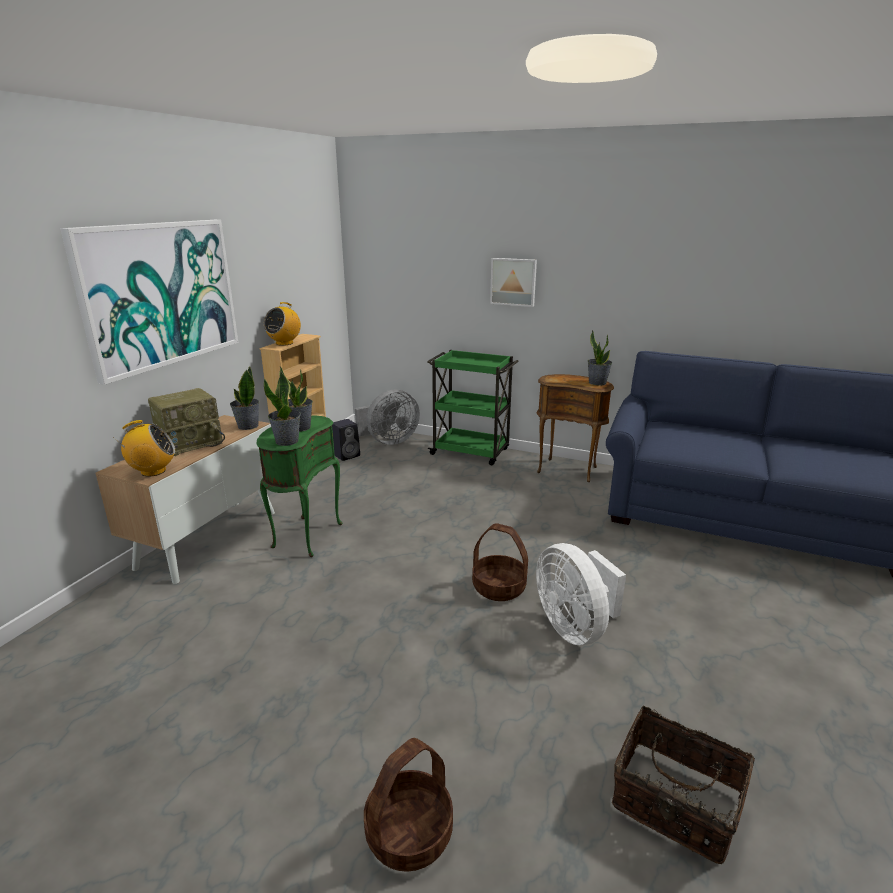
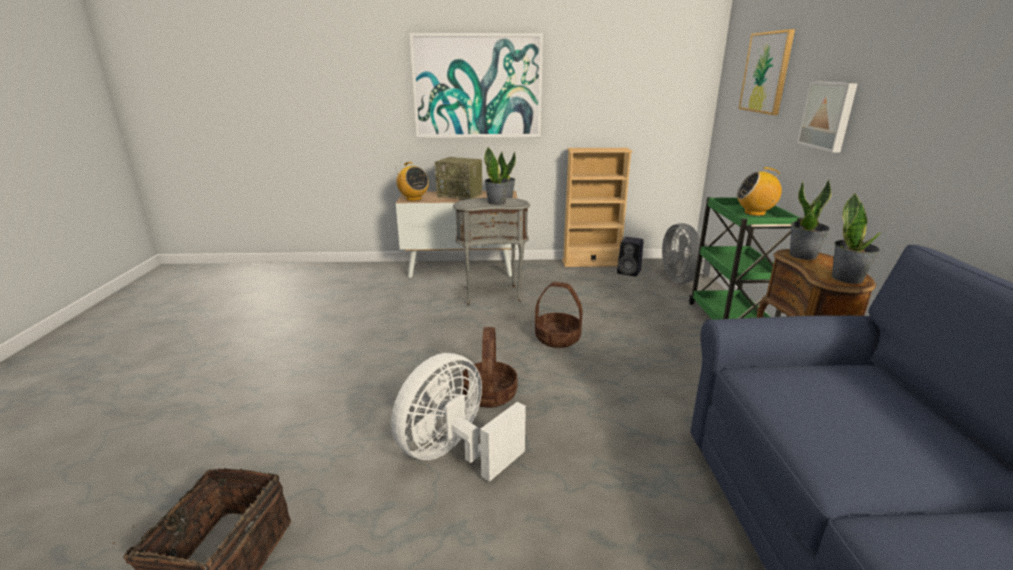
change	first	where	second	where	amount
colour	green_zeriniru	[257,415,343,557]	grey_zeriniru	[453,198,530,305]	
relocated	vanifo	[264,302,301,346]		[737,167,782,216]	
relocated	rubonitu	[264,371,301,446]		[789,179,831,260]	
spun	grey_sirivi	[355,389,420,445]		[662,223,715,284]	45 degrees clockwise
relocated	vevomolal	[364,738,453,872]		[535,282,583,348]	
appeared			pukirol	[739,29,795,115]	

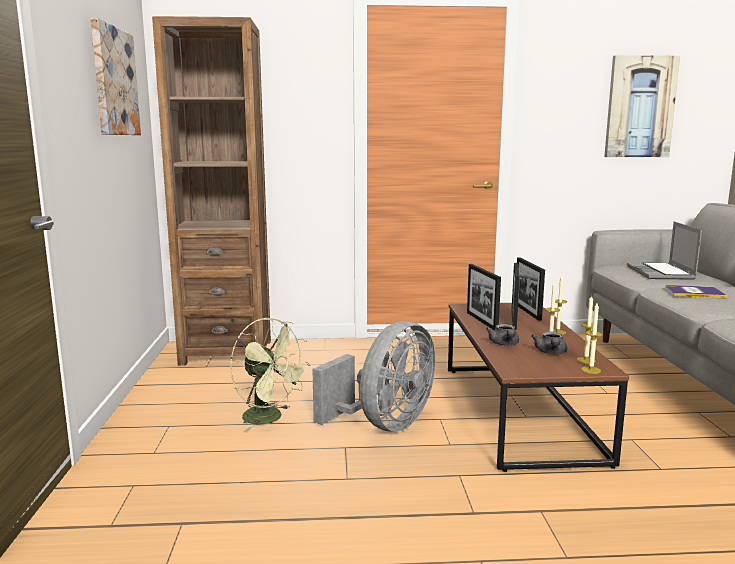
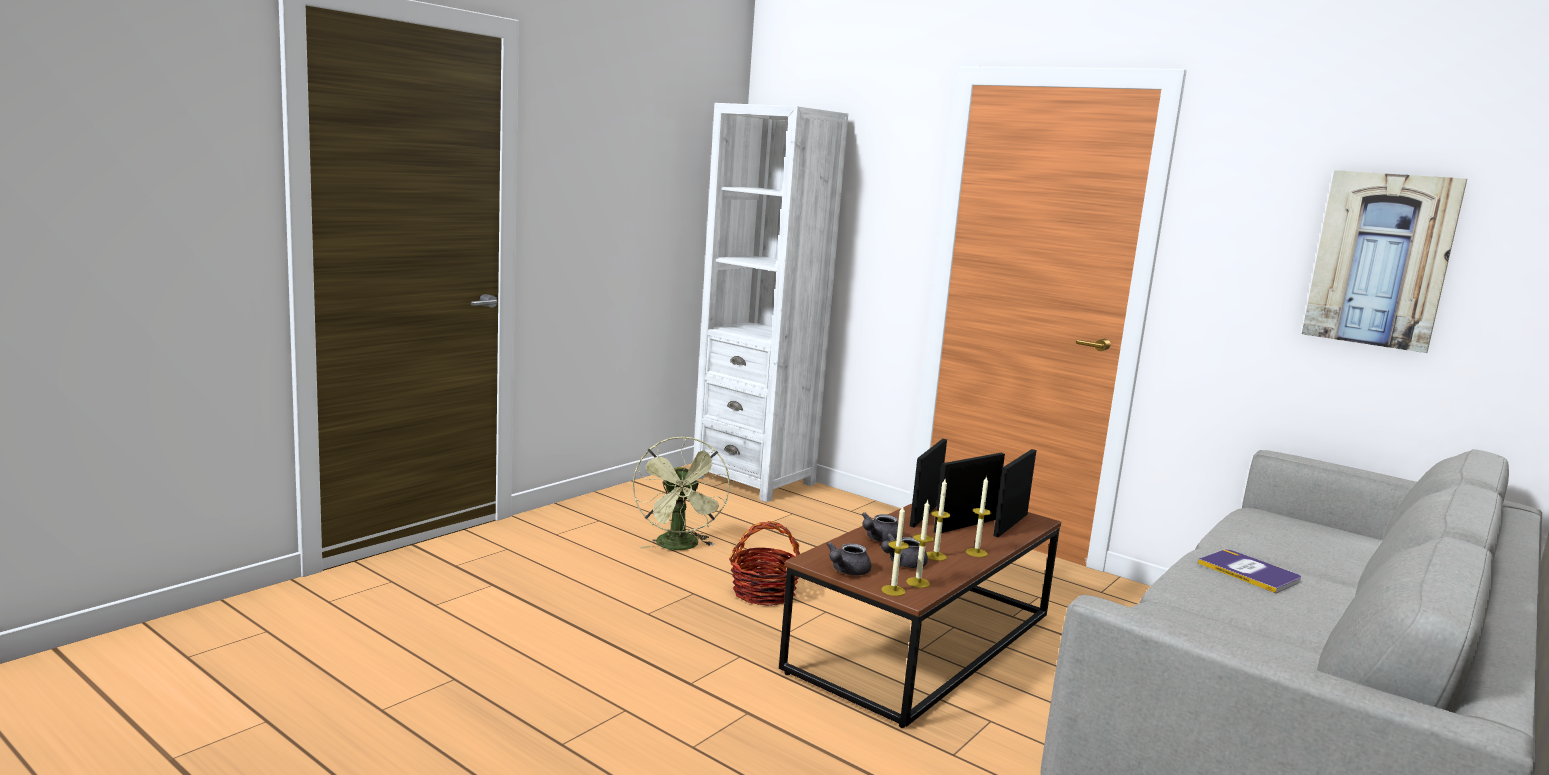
change	first	where	second	where	amount
missing	pukirol	[91,18,141,135]			
colour	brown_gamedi	[152,16,271,366]	white_gamedi	[693,103,848,502]	
exchanged	grey_sirivi	[312,321,436,432]	vevomolal	[729,521,800,606]	
missing	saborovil	[627,222,702,280]			
appeared			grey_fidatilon	[827,542,871,575]	

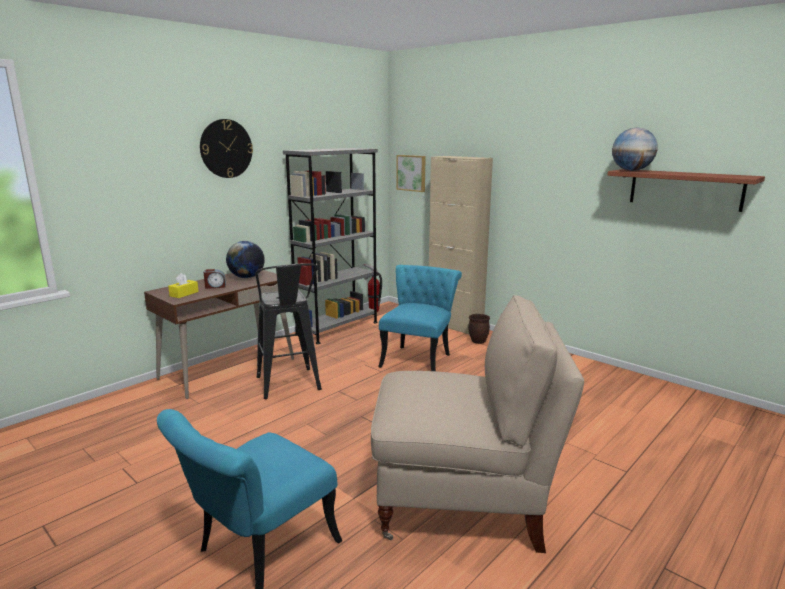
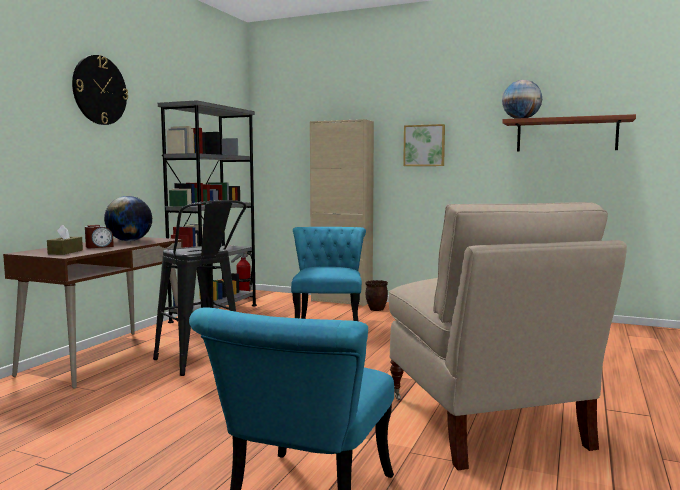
change	first	where	second	where	amount
colour	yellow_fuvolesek	[168,273,199,298]	brown_fuvolesek	[47,225,83,255]	
spun	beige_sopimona	[371,295,584,553]		[389,202,627,470]	90 degrees clockwise
relocated	pukirol	[396,155,426,192]		[403,124,445,166]	

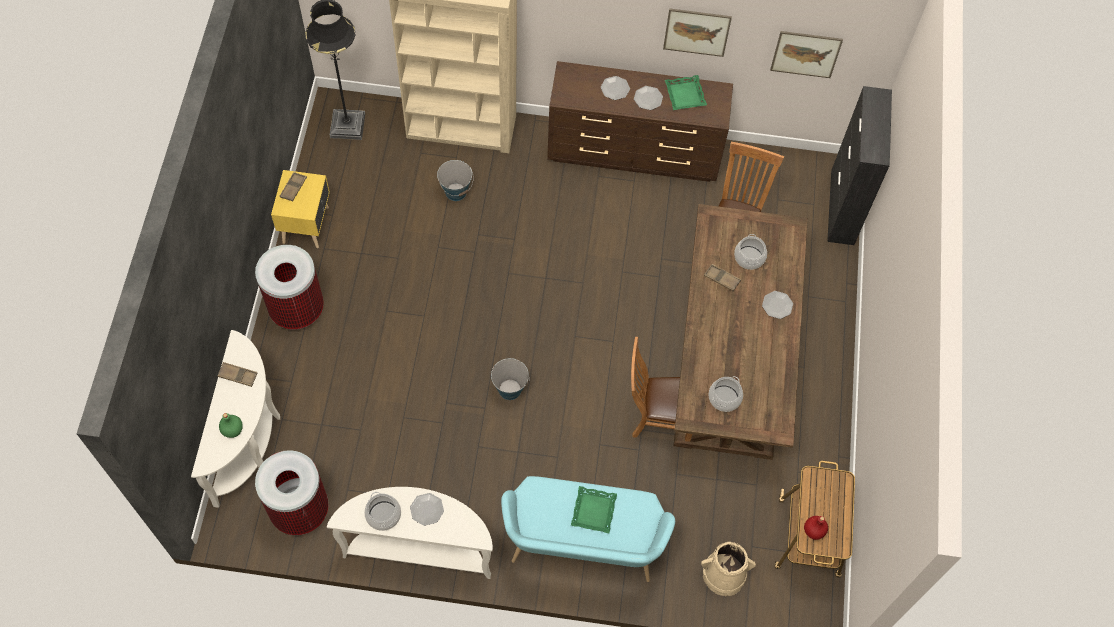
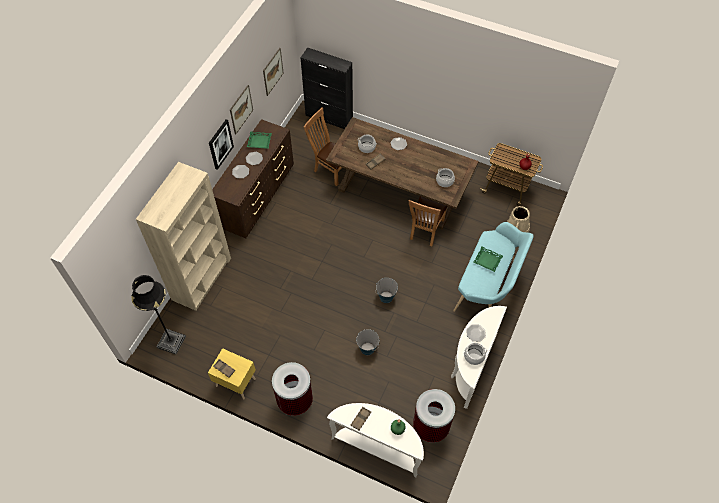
change	first	where	second	where	amount
relocated	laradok	[437,160,474,201]		[356,329,379,355]	
appeared			pukirol	[209,119,234,170]	

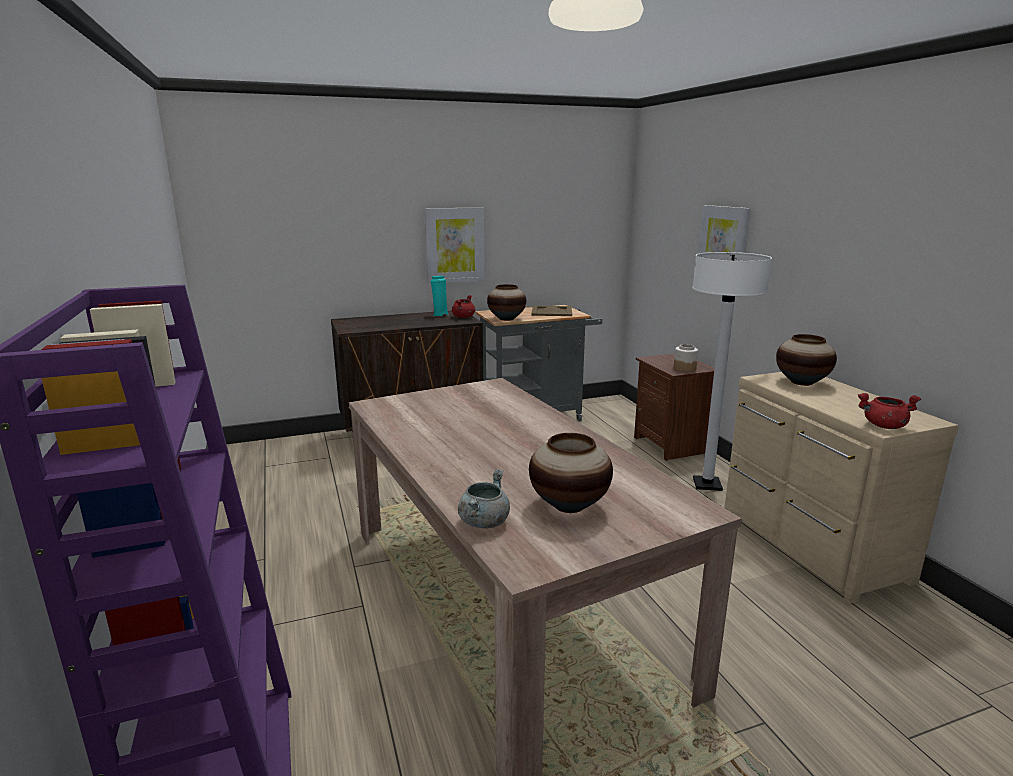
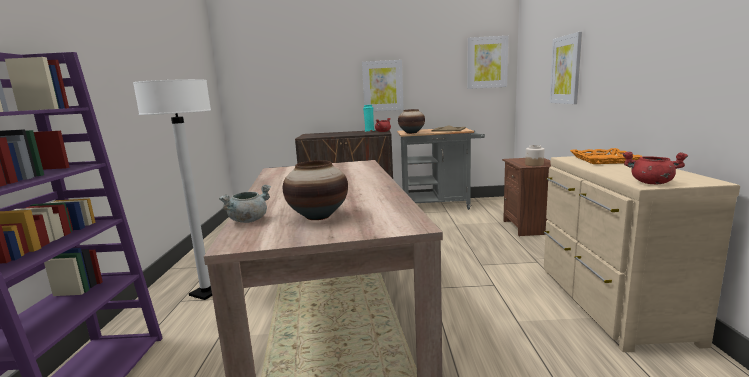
change	first	where	second	where	amount
relocated	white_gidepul	[692,252,772,491]		[133,79,212,300]	
exchanged	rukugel	[776,334,837,386]	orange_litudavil	[570,148,643,164]	
appeared			pukirol	[467,36,508,89]	

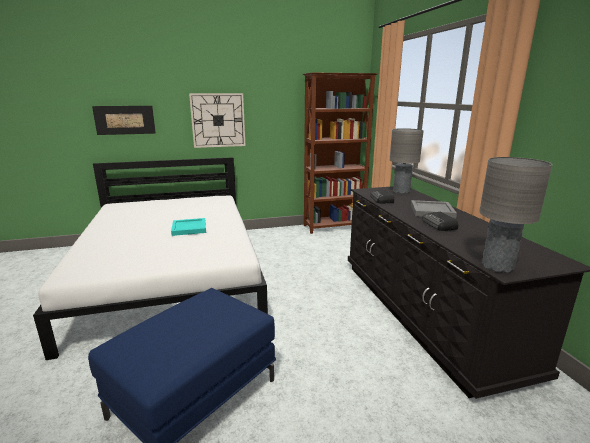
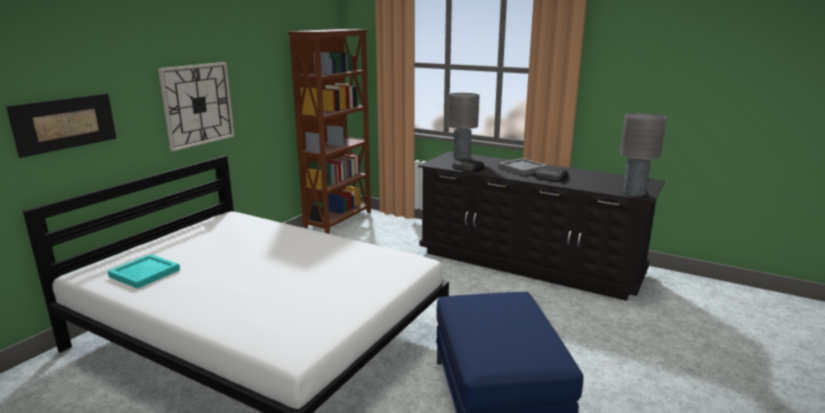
change	first	where	second	where	amount
relocated	turquoise_litudavil	[171,218,206,236]		[108,254,180,289]	

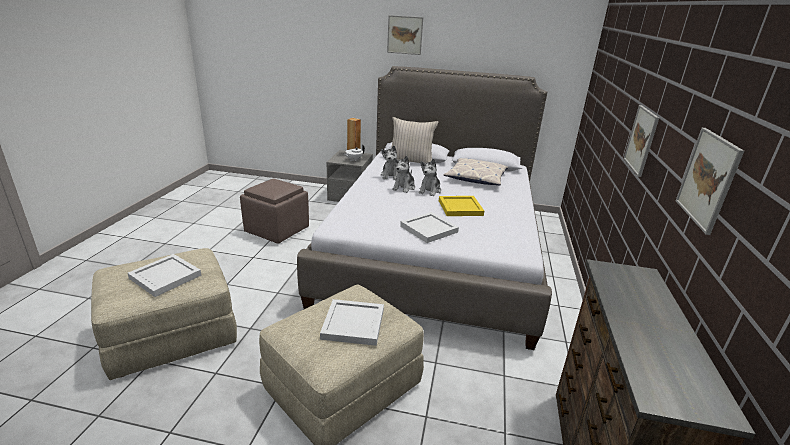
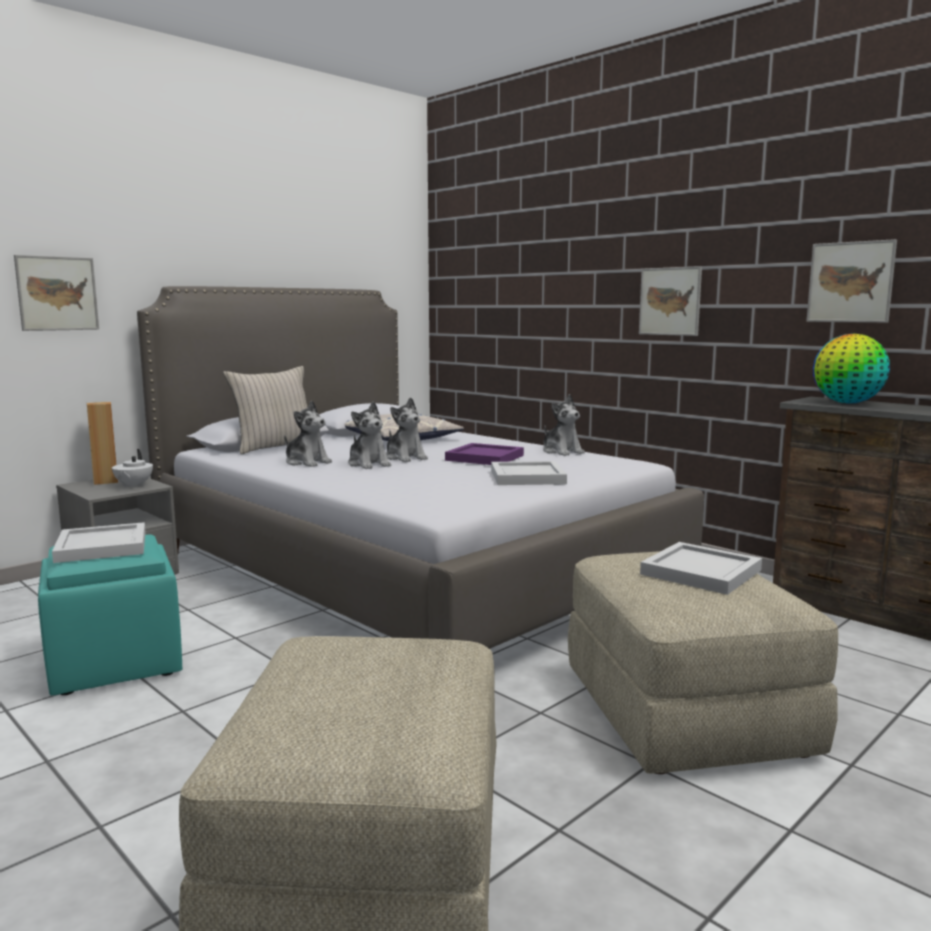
change	first	where	second	where	amount
relocated	white_litudavil	[128,254,201,297]		[52,522,146,563]	
colour	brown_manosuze	[240,178,309,244]	turquoise_manosuze	[38,535,182,696]	
relocated	pukirol	[387,15,423,55]		[14,255,99,331]	
colour	yellow_litudavil	[439,196,484,216]	purple_litudavil	[445,443,524,465]	
appeared			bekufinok	[543,394,585,456]	
appeared			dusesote	[813,334,890,403]	

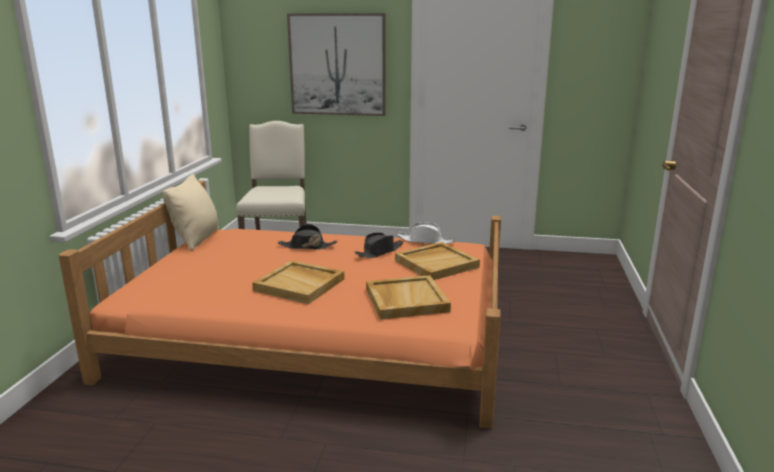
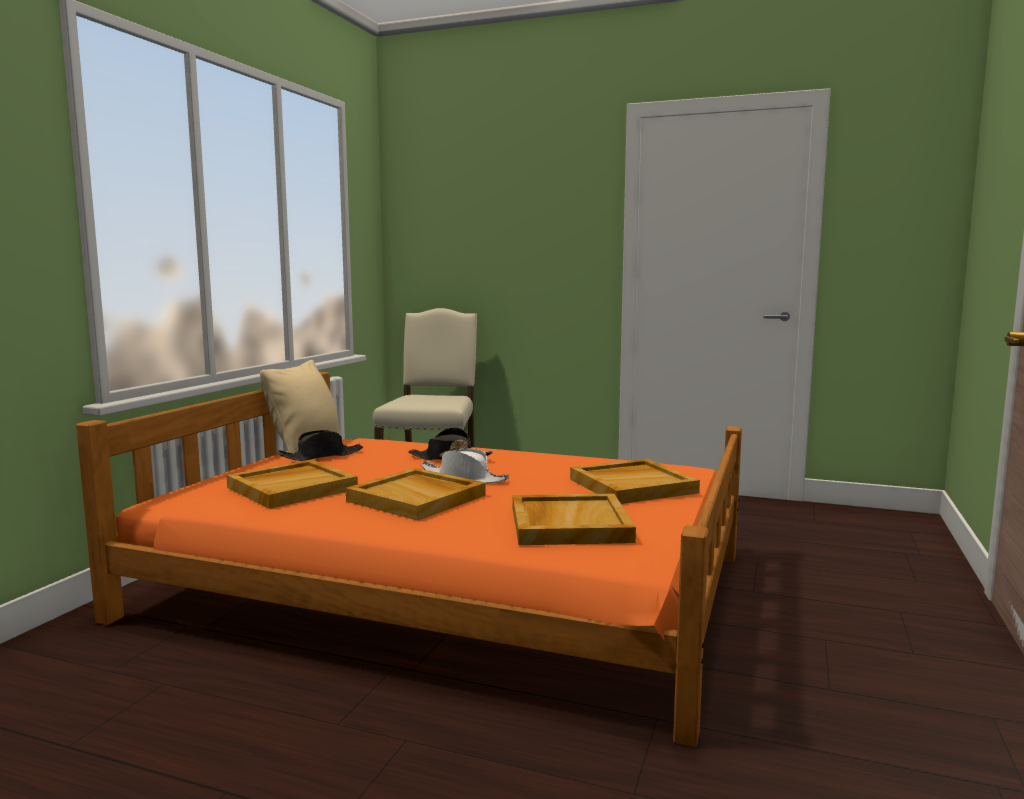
change	first	where	second	where	amount
missing	pukirol	[287,13,386,116]			
relocated	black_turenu	[354,232,404,258]		[277,430,363,461]	
relocated	white_turenu	[397,222,455,244]		[420,448,510,484]	
appeared			beige_litudavil	[226,460,358,509]	

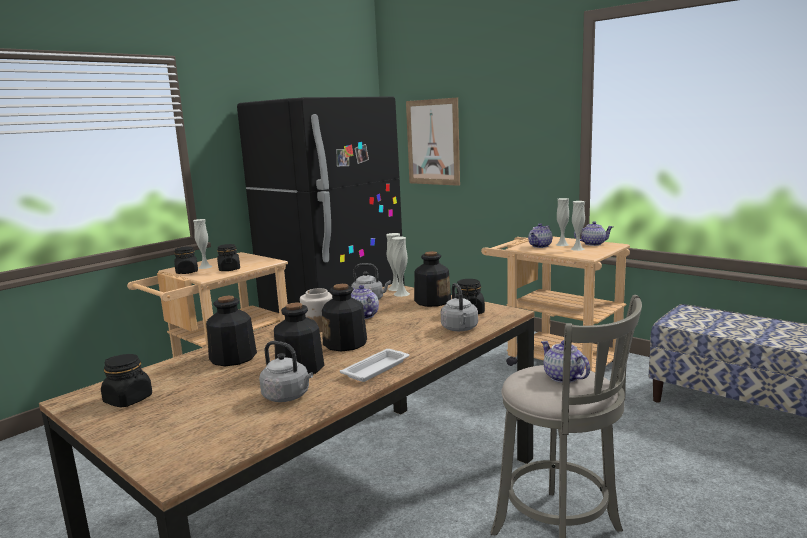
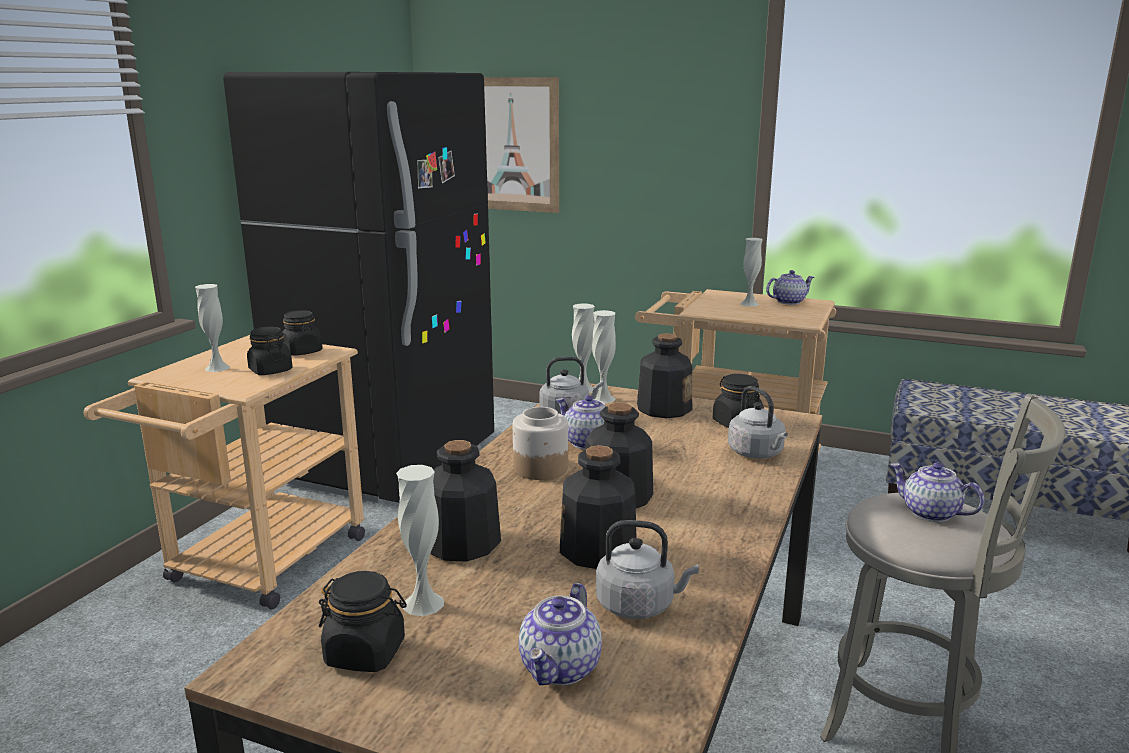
change	first	where	second	where	amount
relocated	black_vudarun	[174,246,198,274]		[282,310,323,355]	
missing	white_litudavil	[340,349,409,382]			
relocated	fidatilon	[528,223,552,248]		[519,583,602,685]	
relocated	white_rukugel	[571,201,585,251]		[396,465,444,616]	

